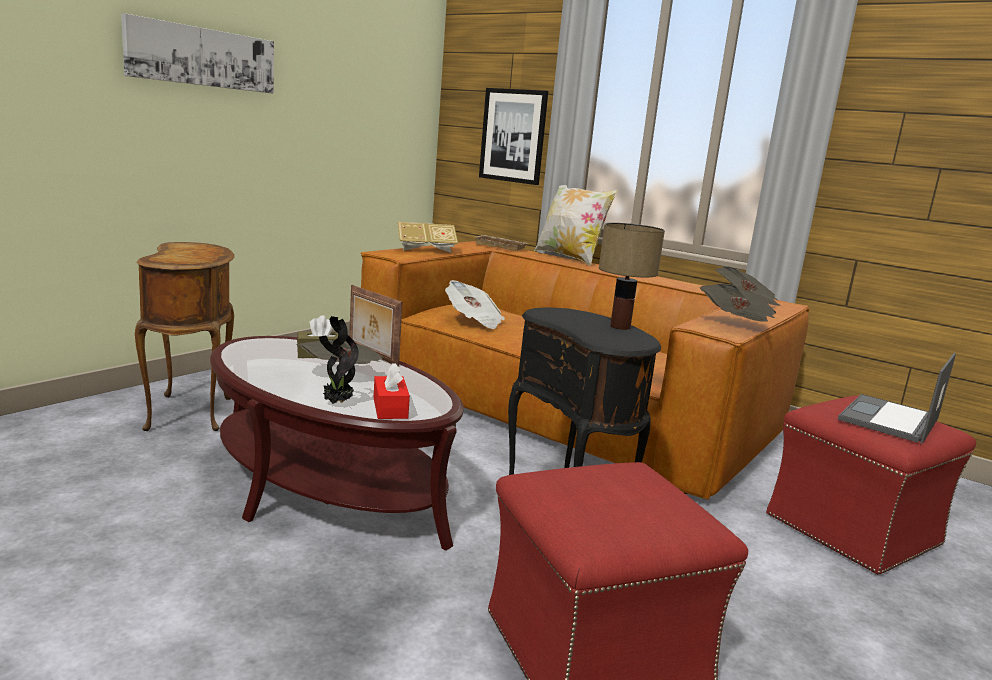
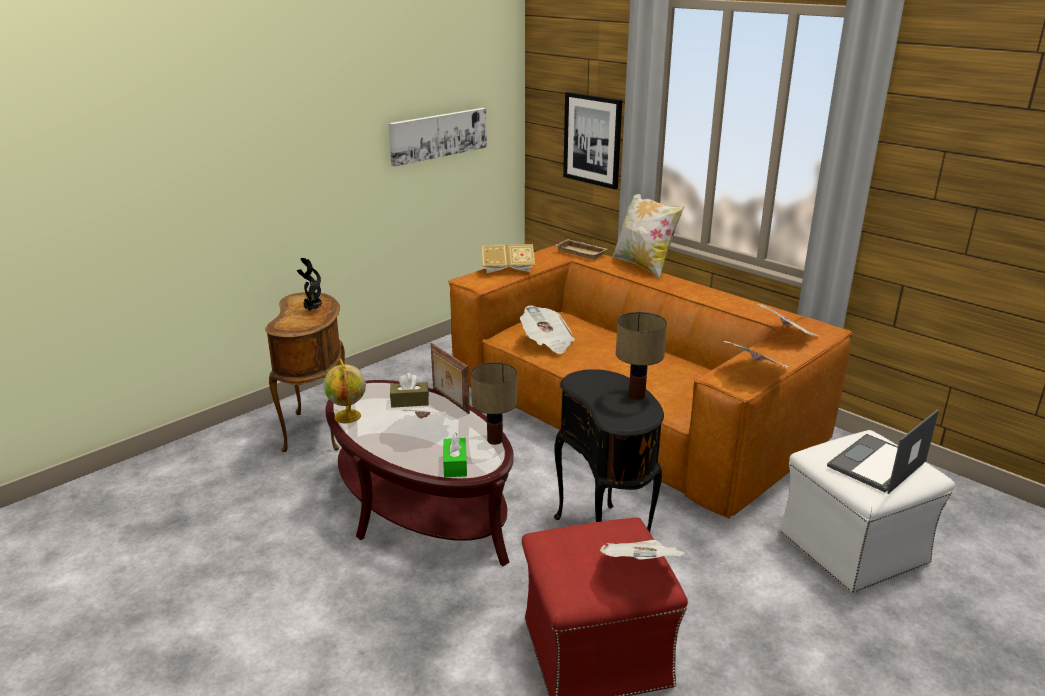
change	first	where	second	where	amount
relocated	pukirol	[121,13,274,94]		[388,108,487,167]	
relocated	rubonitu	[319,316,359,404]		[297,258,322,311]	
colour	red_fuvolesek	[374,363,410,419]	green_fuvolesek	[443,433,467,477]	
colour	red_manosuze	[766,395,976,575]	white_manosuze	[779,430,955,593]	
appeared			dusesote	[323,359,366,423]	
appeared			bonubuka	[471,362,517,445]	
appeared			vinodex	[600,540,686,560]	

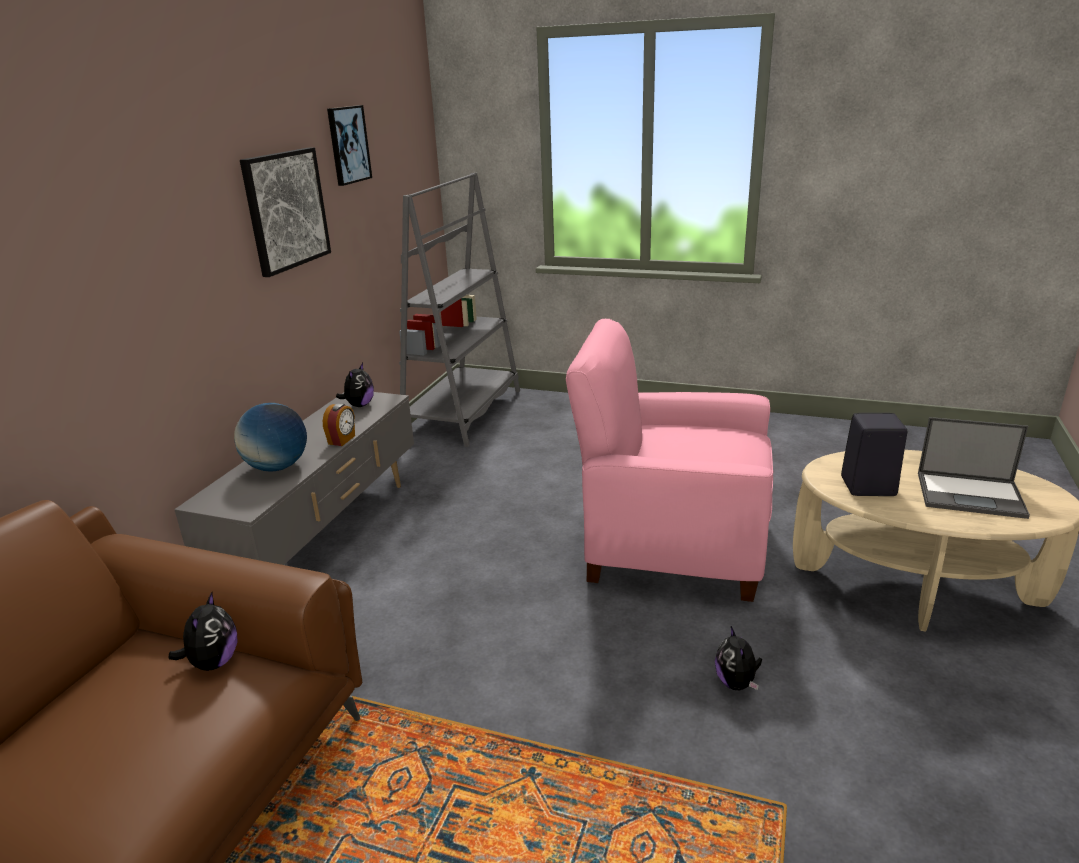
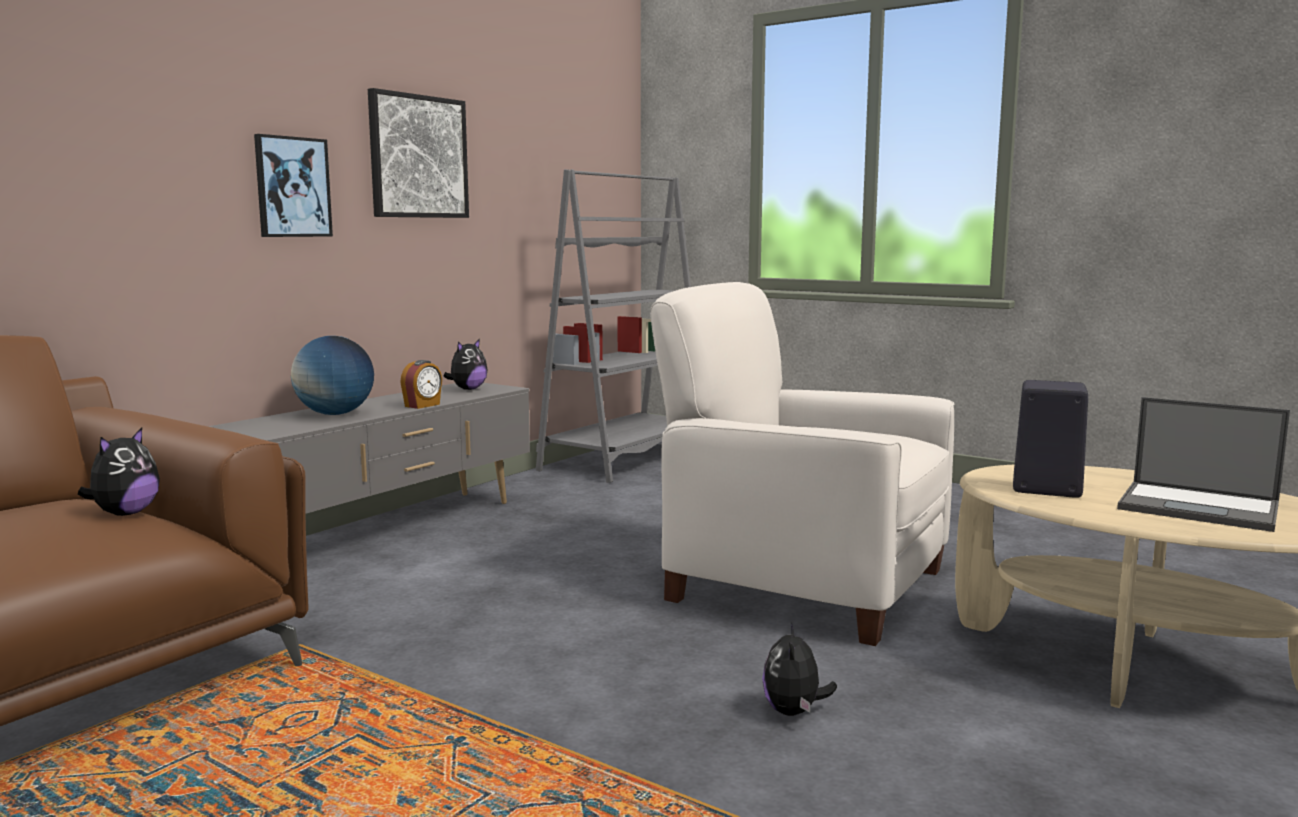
change	first	where	second	where	amount
relocated	pukirol	[327,105,372,186]		[254,134,333,237]	
colour	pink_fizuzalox	[566,319,773,602]	white_fizuzalox	[650,282,954,646]	

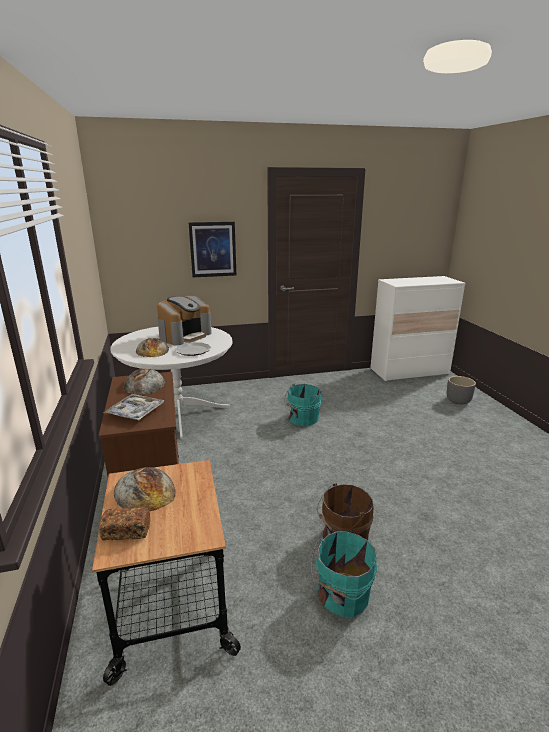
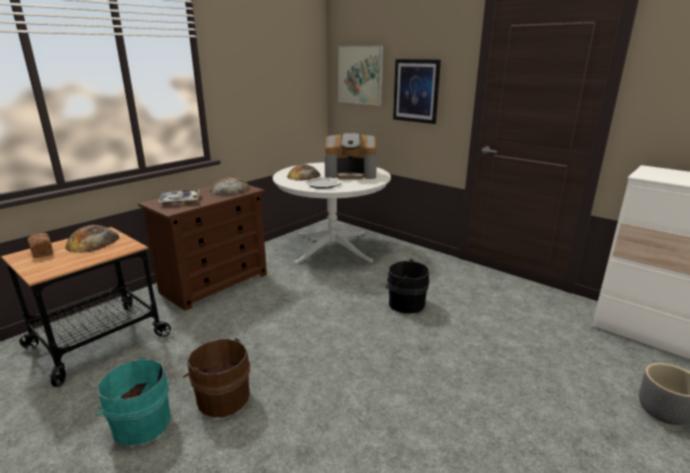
change	first	where	second	where	amount
colour	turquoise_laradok	[284,384,322,426]	black_laradok	[386,259,429,314]	
appeared			pukirol	[338,45,383,106]	

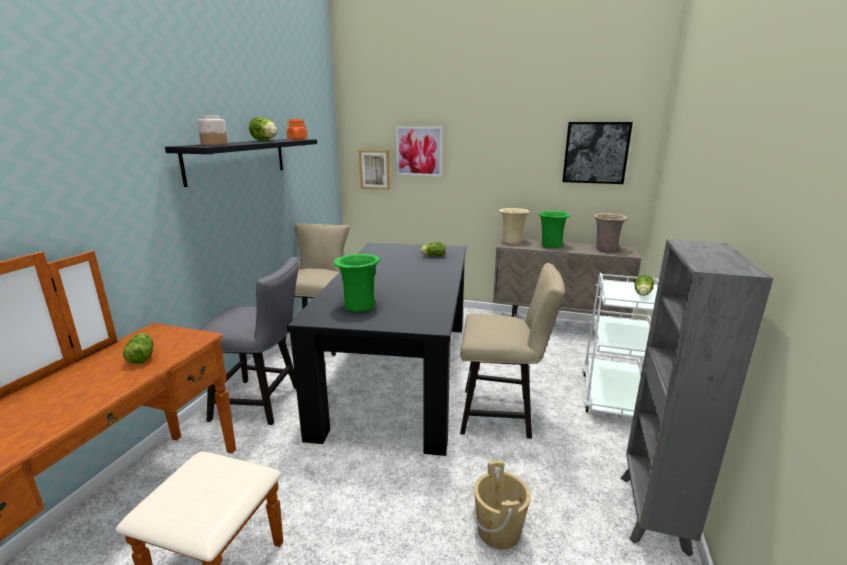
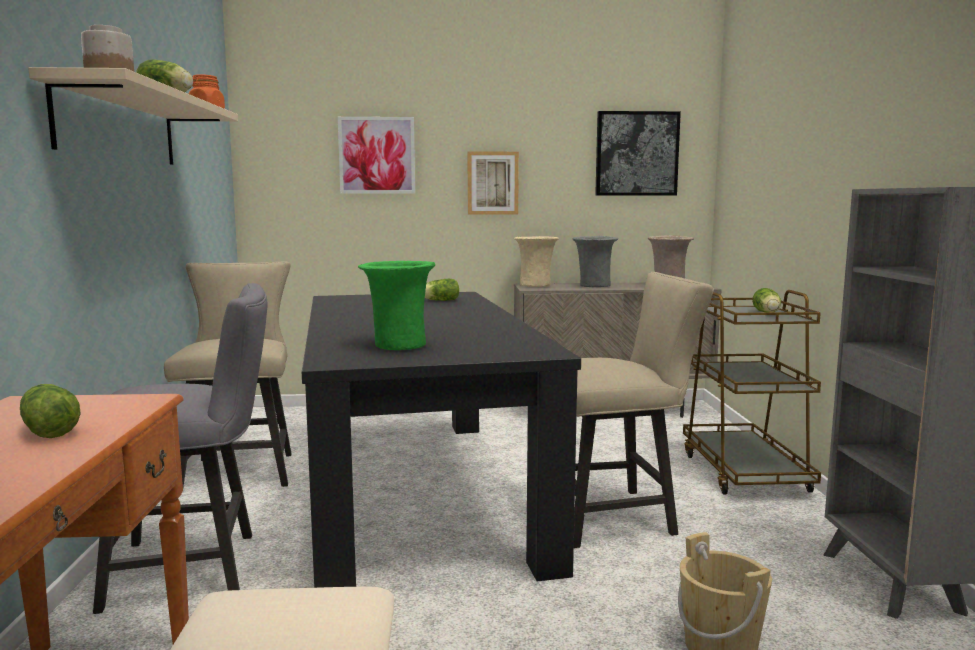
change	first	where	second	where	amount
colour	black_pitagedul	[165,139,317,187]	beige_pitagedul	[28,67,238,165]	
relocated	pukirol	[359,150,390,190]		[468,151,519,215]	
colour	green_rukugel	[538,211,570,248]	grey_rukugel	[573,236,618,287]	
colour	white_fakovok	[582,273,659,417]	brown_fakovok	[683,290,821,494]	

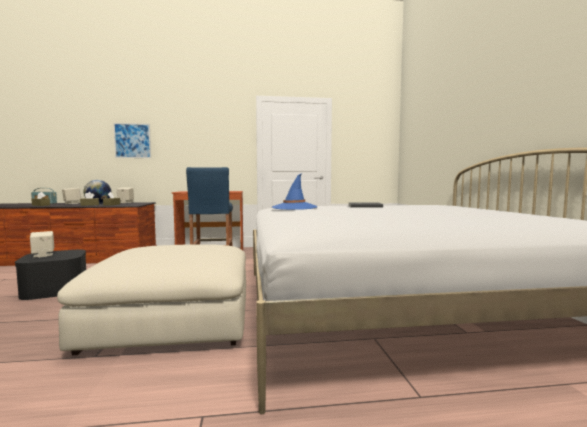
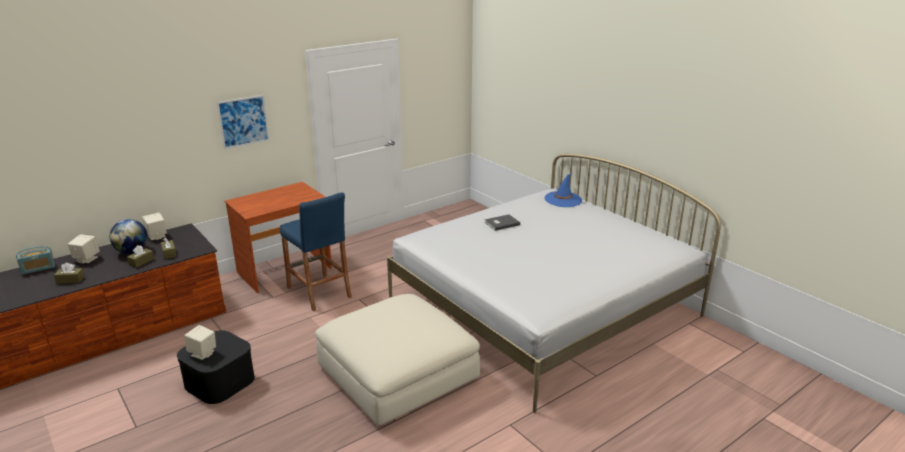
change	first	where	second	where	amount
relocated	pukirol	[113,123,151,158]		[217,95,269,149]	
relocated	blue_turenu	[272,173,318,210]		[545,174,582,207]	

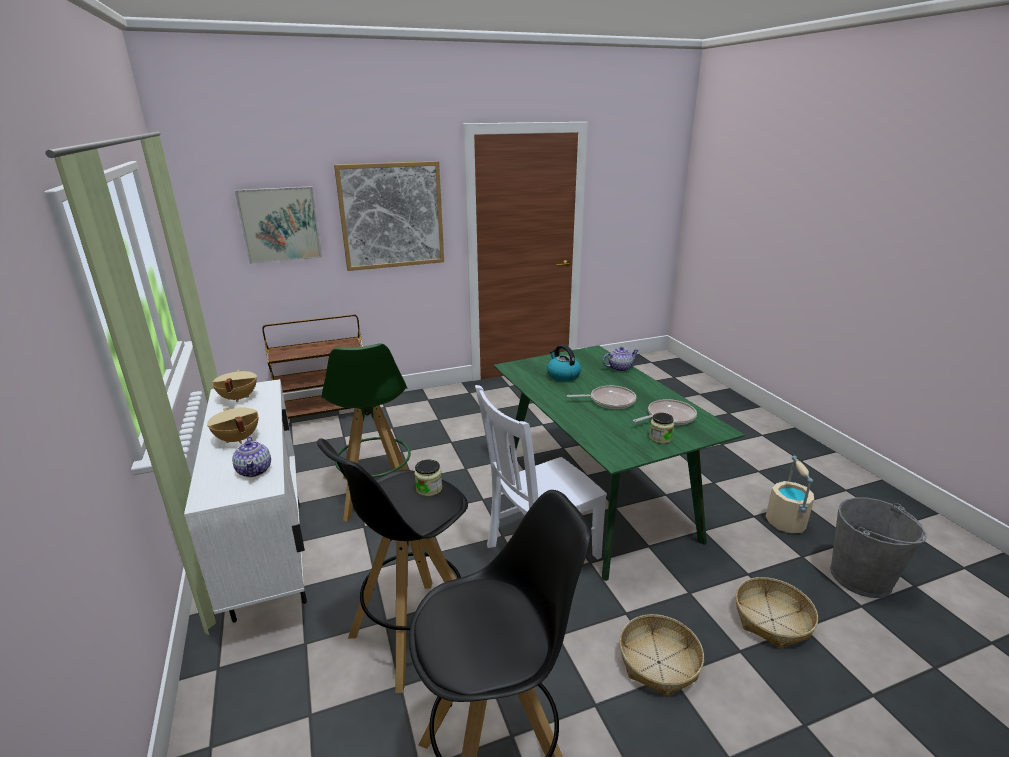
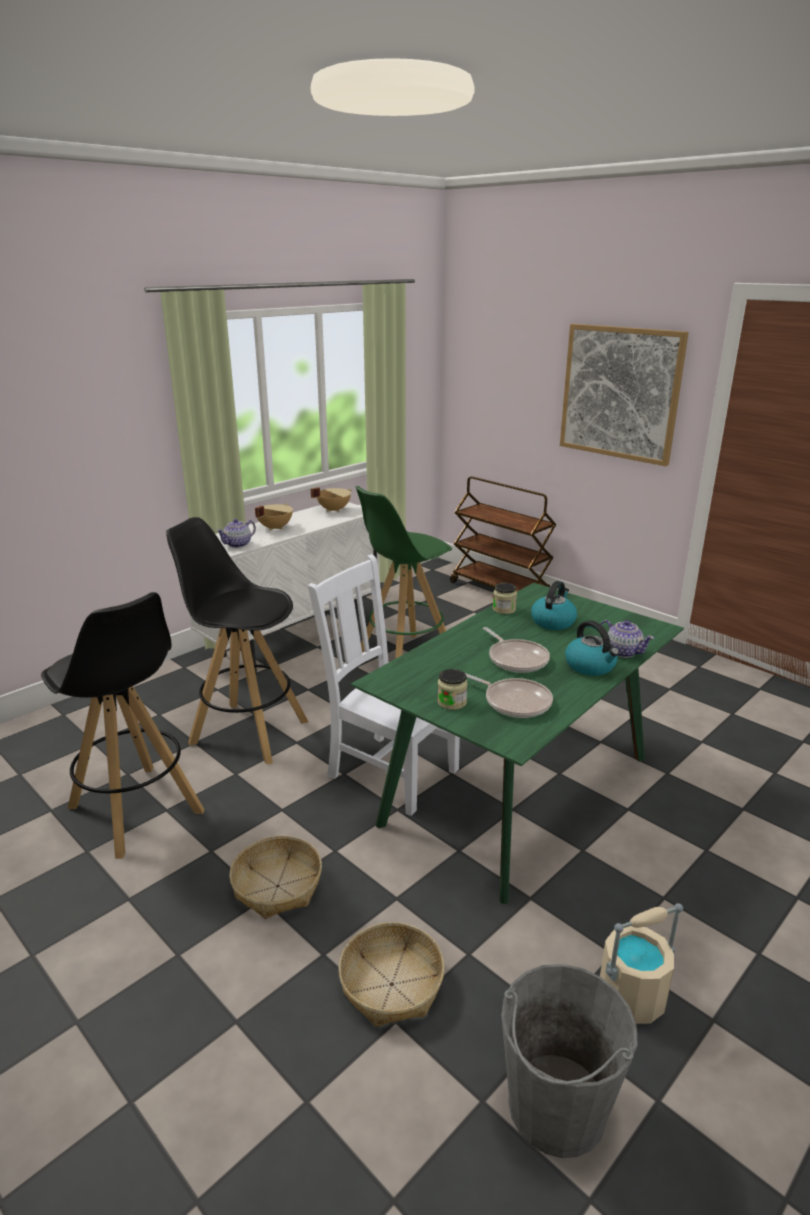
change	first	where	second	where	amount
missing	pukirol	[235,186,322,264]			
relocated	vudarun	[414,460,442,496]		[493,583,517,614]	
appeared			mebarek	[565,620,619,676]	

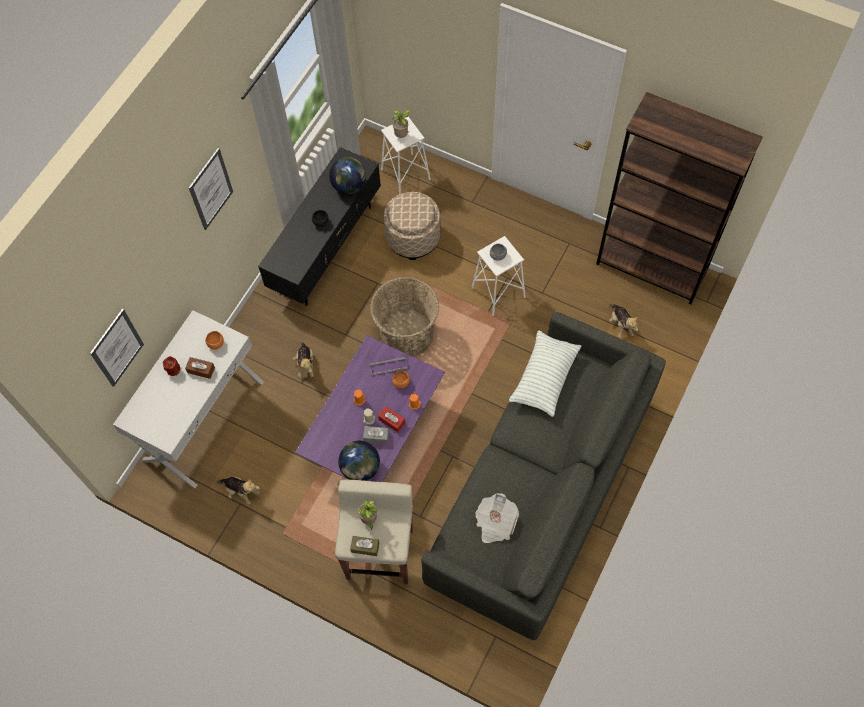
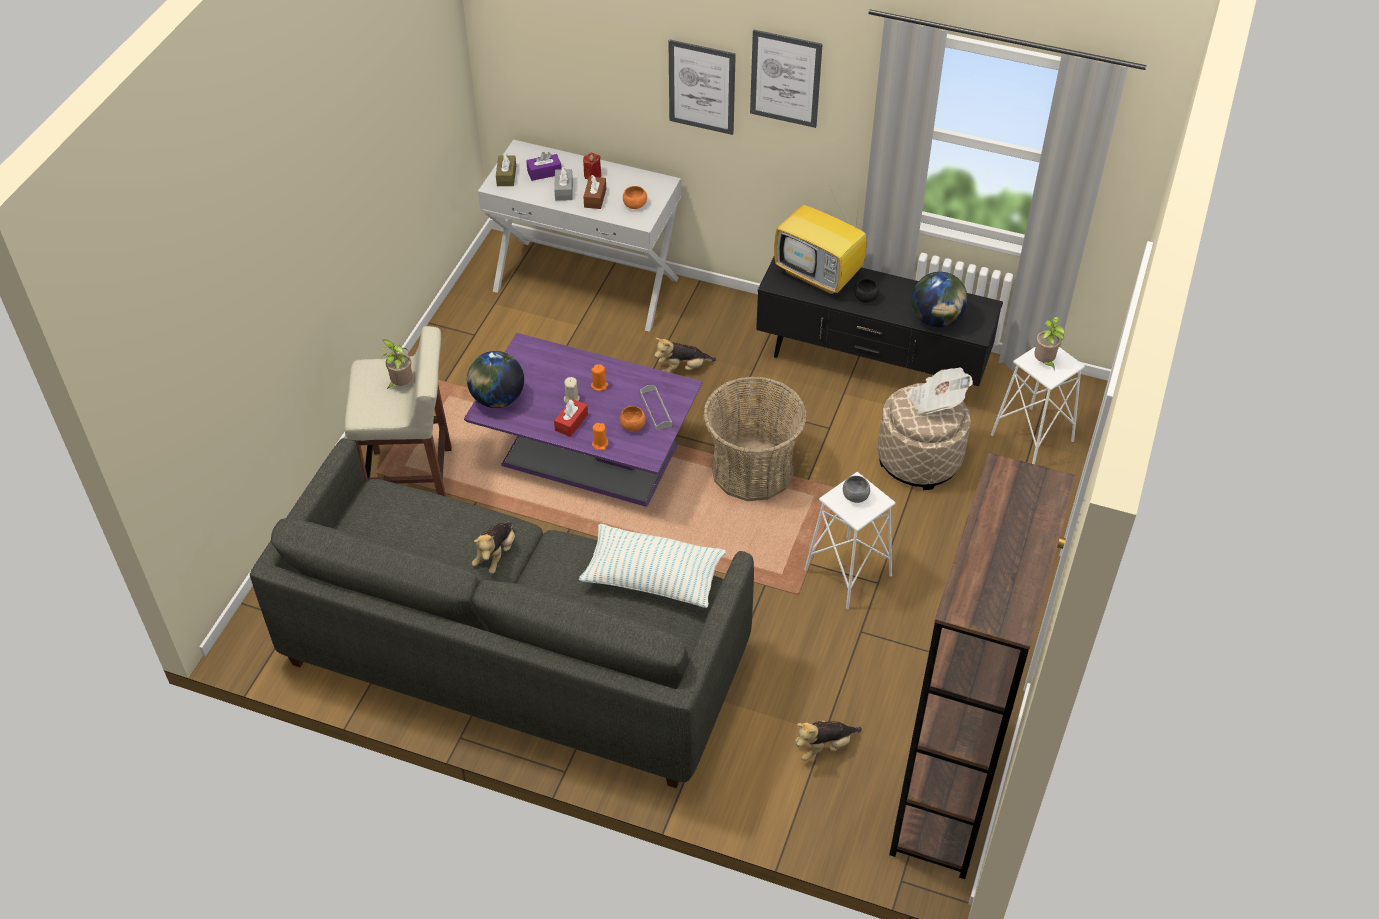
change	first	where	second	where	amount
relocated	pukirol	[90,309,144,387]		[669,39,736,135]	
relocated	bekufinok	[217,476,260,505]		[472,521,515,574]	
relocated	brown_fuvolesek	[350,536,379,556]		[496,153,516,186]	
relocated	grey_fuvolesek	[363,426,389,444]		[554,167,573,201]	
relocated	vinodex	[475,493,519,543]		[907,367,973,415]	
appeared			purple_fuvolesek	[526,152,562,181]	
appeared			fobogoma	[774,185,867,295]	

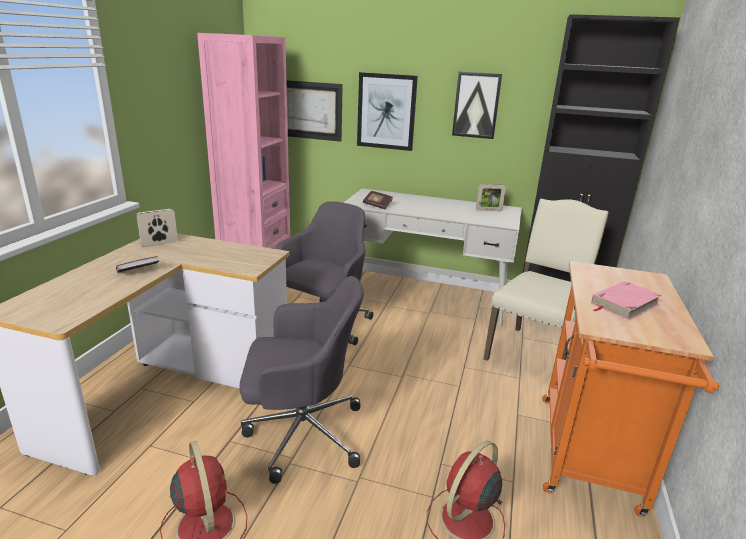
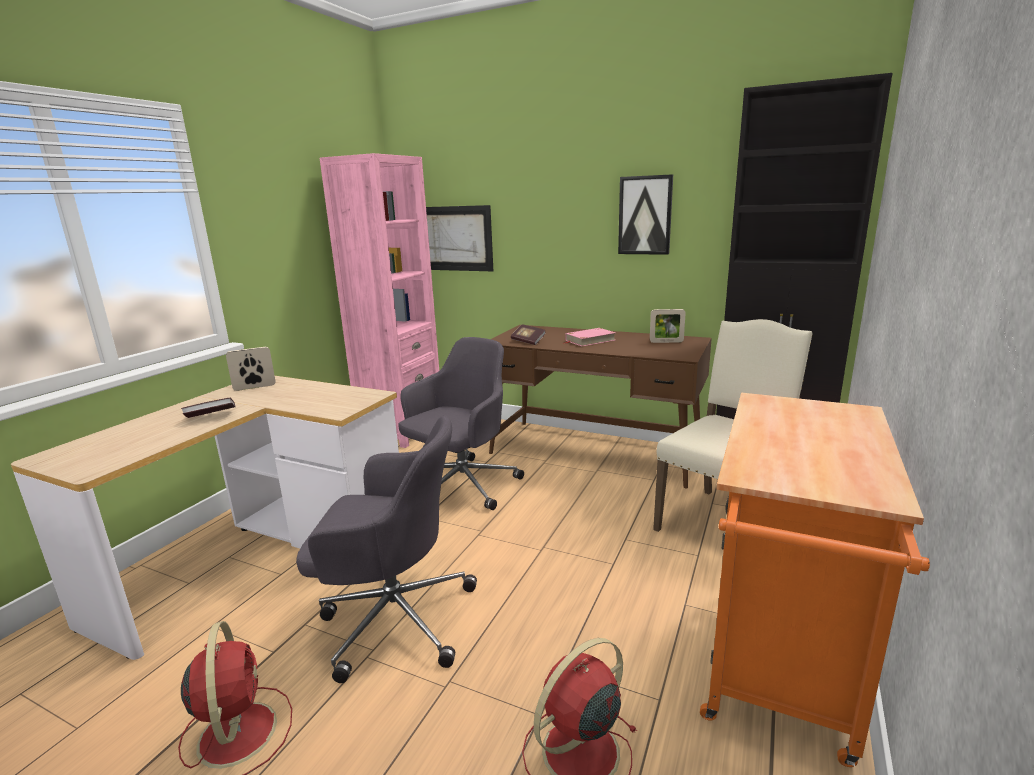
change	first	where	second	where	amount
colour	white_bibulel	[344,188,522,326]	brown_bibulel	[489,325,712,489]	
missing	pukirol	[357,72,418,151]			
relocated	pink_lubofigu	[591,281,662,320]		[563,328,615,347]	

